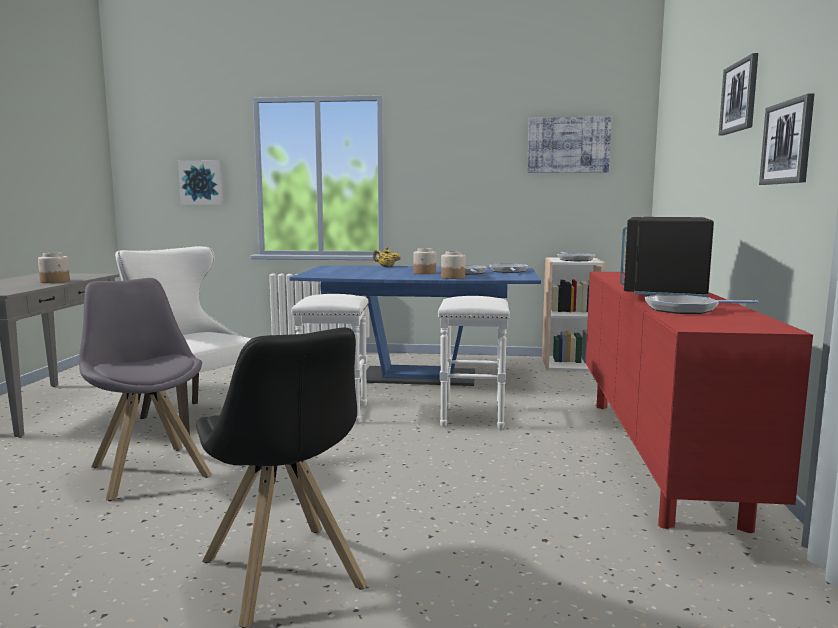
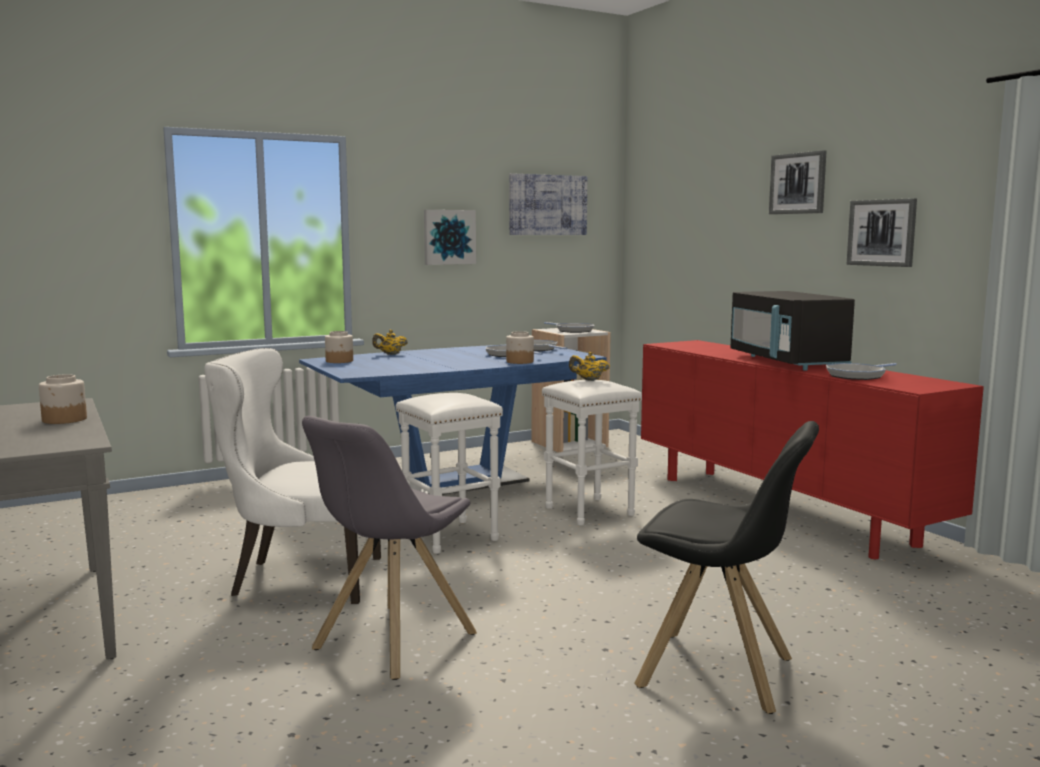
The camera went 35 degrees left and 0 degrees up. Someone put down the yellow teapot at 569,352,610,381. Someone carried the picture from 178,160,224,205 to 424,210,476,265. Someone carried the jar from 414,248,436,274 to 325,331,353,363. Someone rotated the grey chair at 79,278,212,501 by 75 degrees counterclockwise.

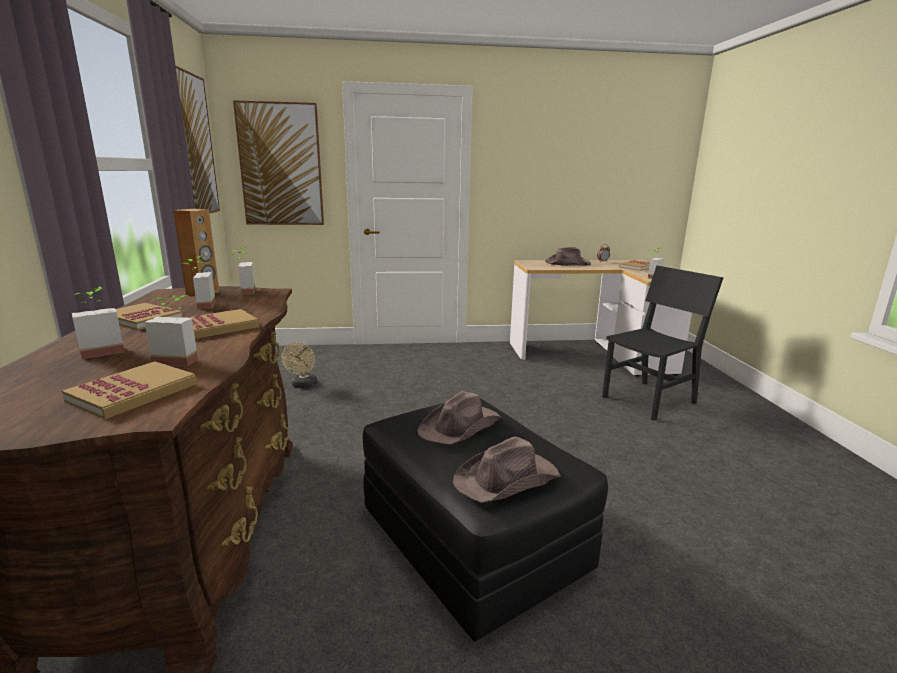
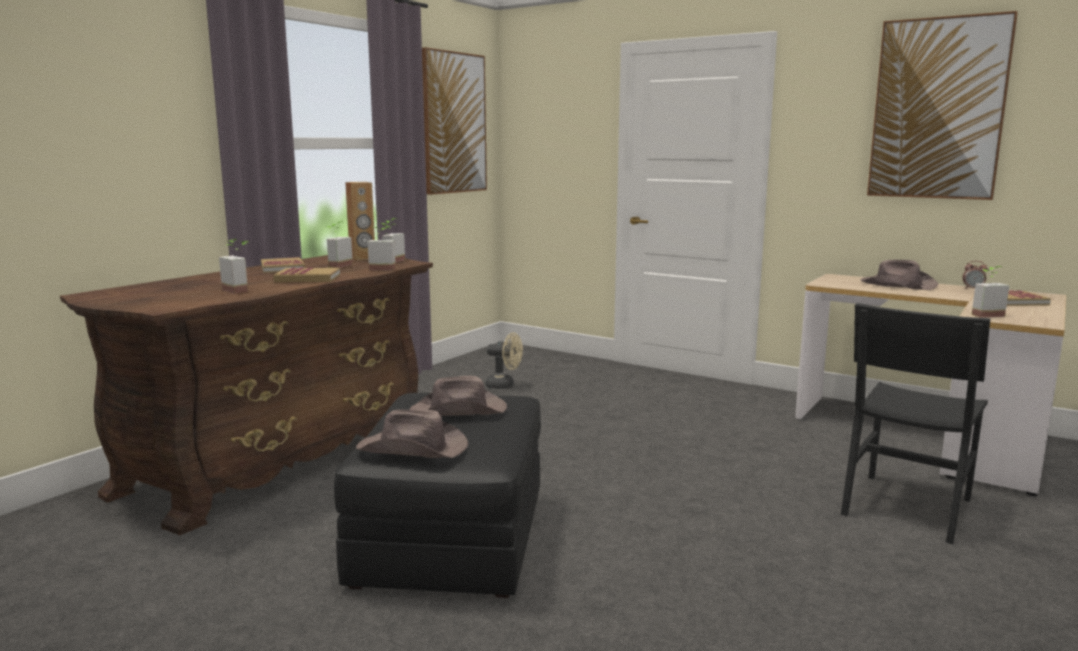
The camera went 40 degrees right and 5 degrees down. Someone took away the book at 62,361,197,419. Someone carried the potted plant from 72,287,124,359 to 368,224,396,270. Someone carried the picture from 233,100,324,225 to 867,11,1018,200. Someone rotated the beige fan at 281,342,317,388 by 120 degrees counterclockwise. Someone rotated the black chair at 602,265,724,421 by 120 degrees clockwise.

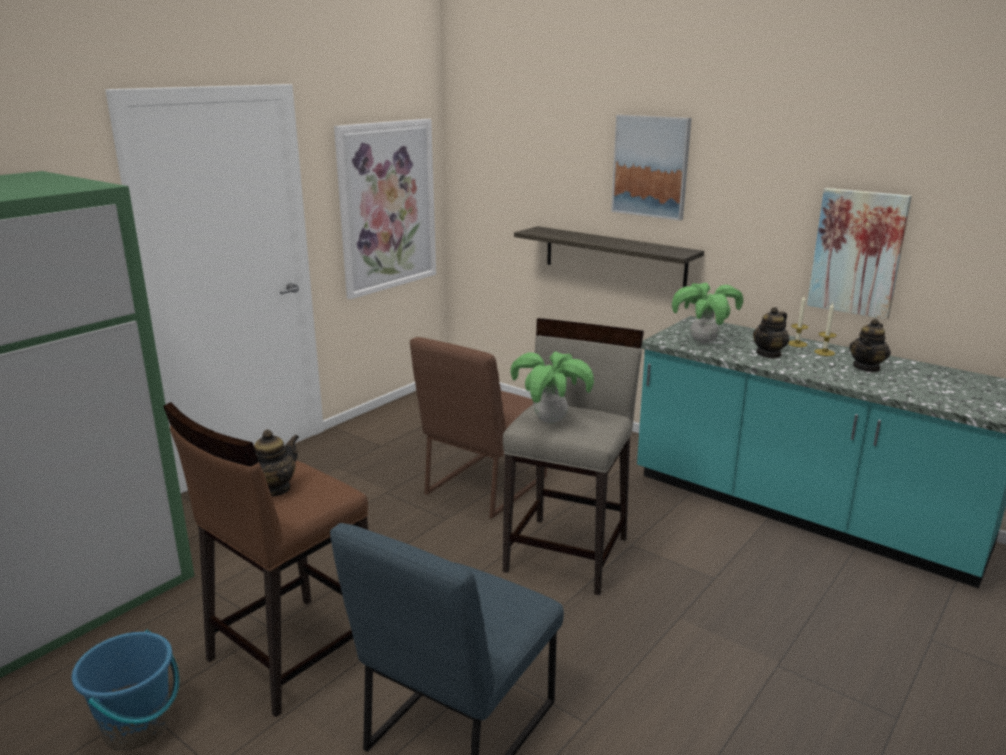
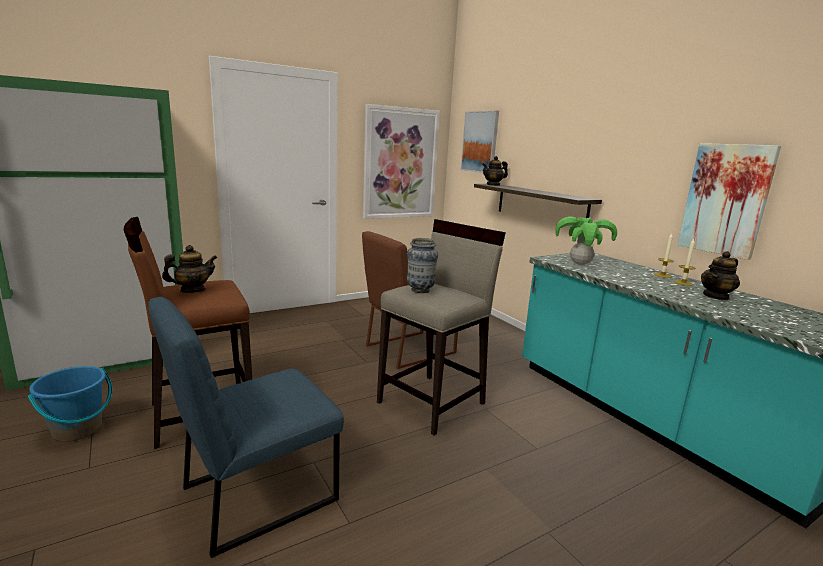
The camera went 20 degrees right and 5 degrees down. Someone carried the picture from 611,115,692,221 to 461,110,499,173. Someone carried the teapot from 753,307,789,359 to 482,156,508,186. Someone swapped the potted plant at 510,351,594,423 for the vase at 407,238,438,293.

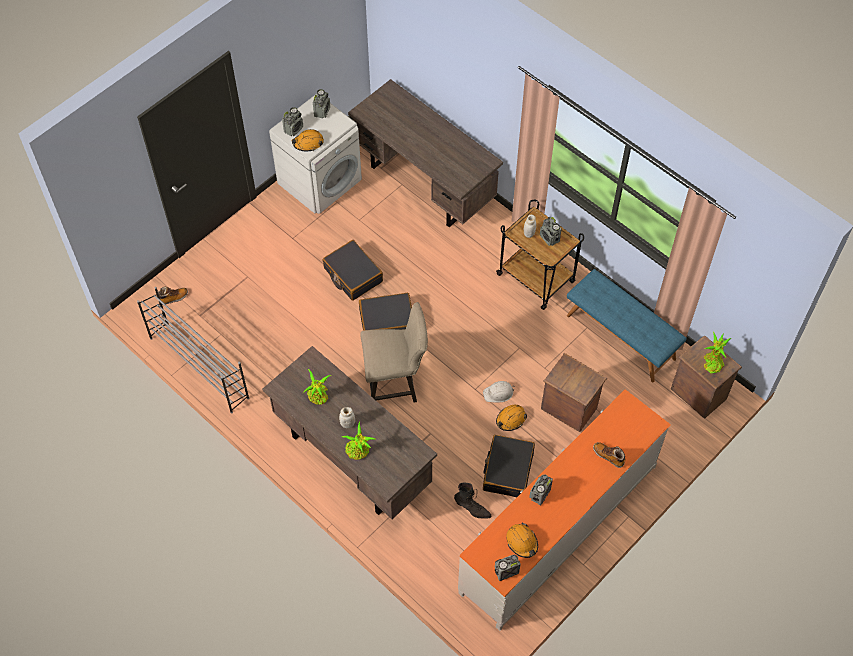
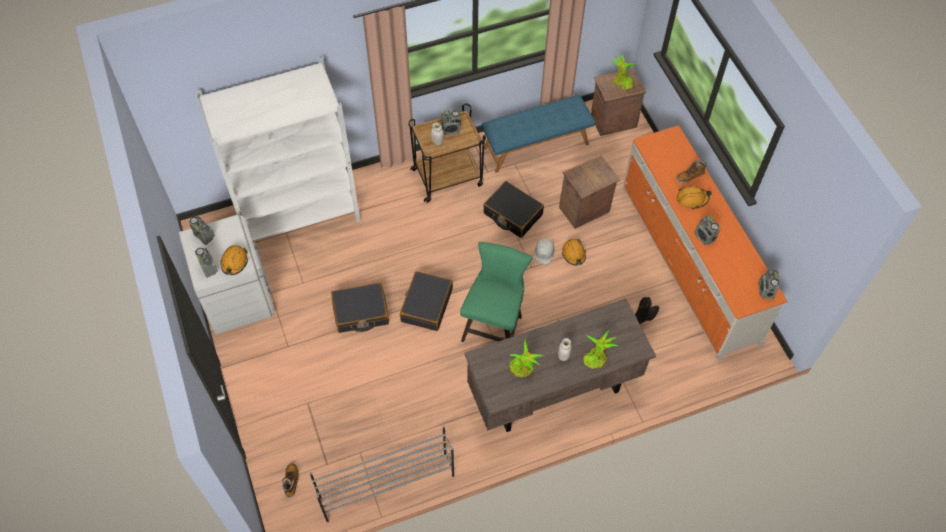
The camera went 65 degrees left and 0 degrees up. Someone carried the black suitcase from 483,435,535,497 to 483,181,544,238. Someone carried the orange hard hat from 506,523,538,558 to 677,186,712,209. Someone swapped the brown desk at 348,79,503,227 for the white bookcase at 196,57,360,242. Someone repainted the beige stool at 360,302,428,402, which became the green stool at 460,242,533,342.

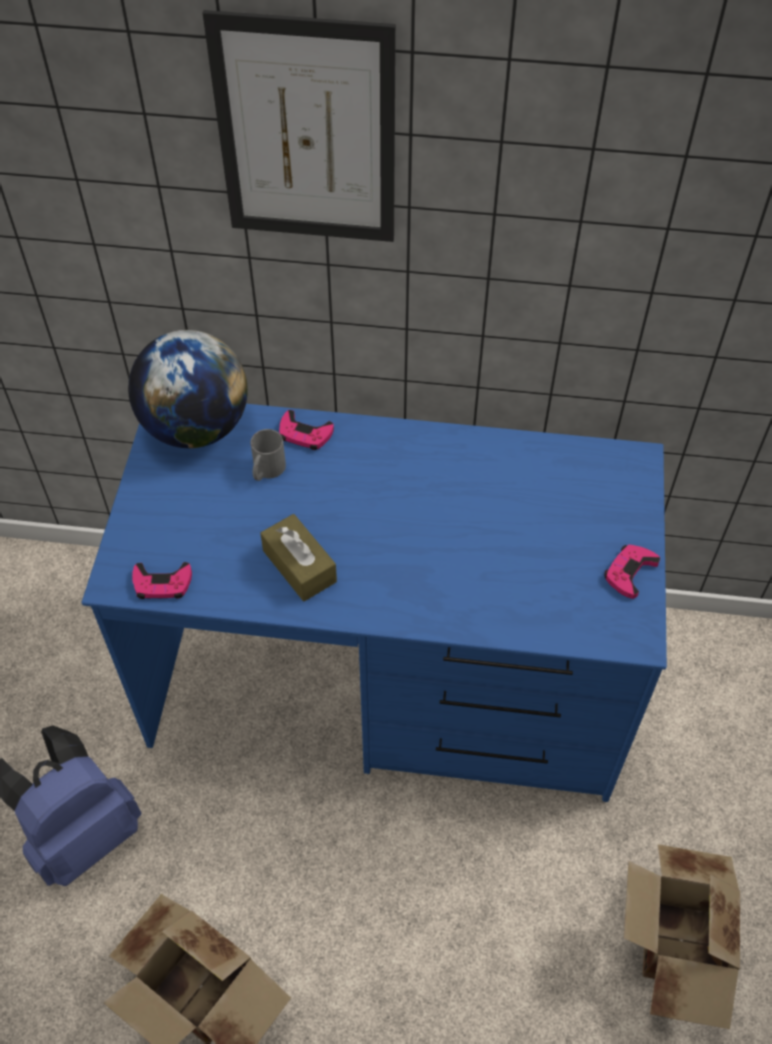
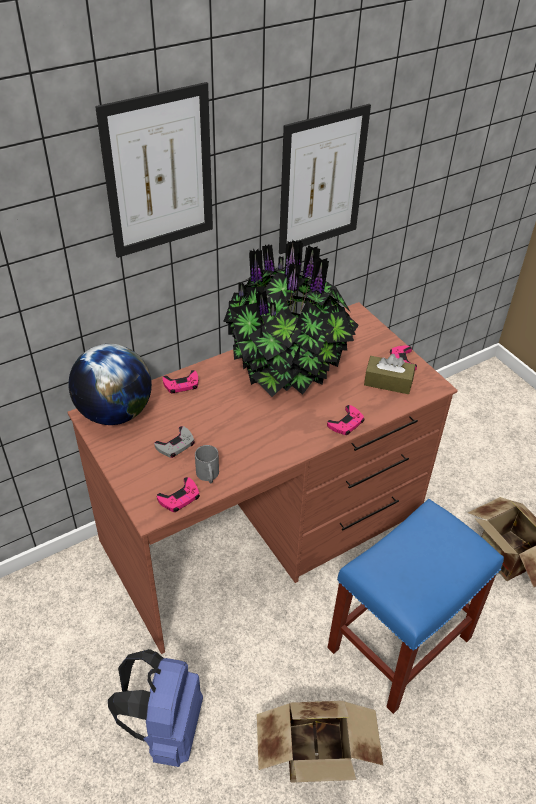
The camera went 40 degrees left and 10 degrees down. Someone put down the grey game controller at 154,426,195,458. Someone put down the potted plant at 223,240,359,397. Someone put up the picture at 279,104,371,254. Someone put down the pink game controller at 327,405,364,435. Someone put down the blue stool at 327,499,504,714. Someone carried the grey mug from 251,429,286,481 to 195,445,219,483. Someone carried the brown tissue box from 260,514,337,602 to 364,354,415,394. Someone repainted the blue desk at 81,404,667,802, which became the brown desk at 67,302,458,654.

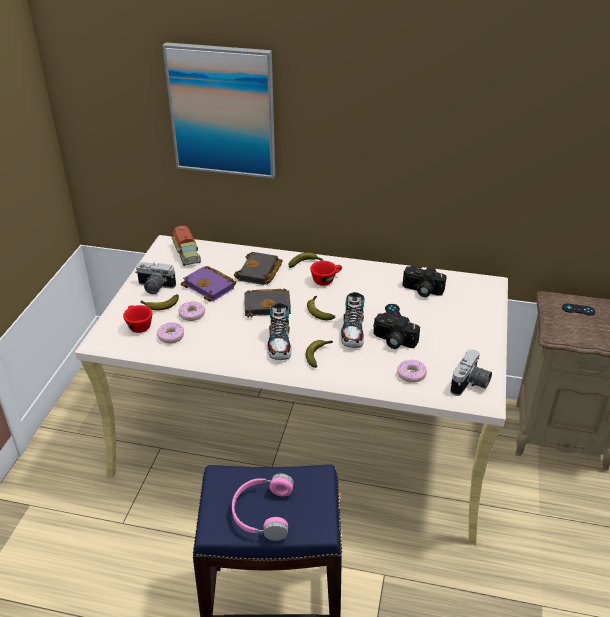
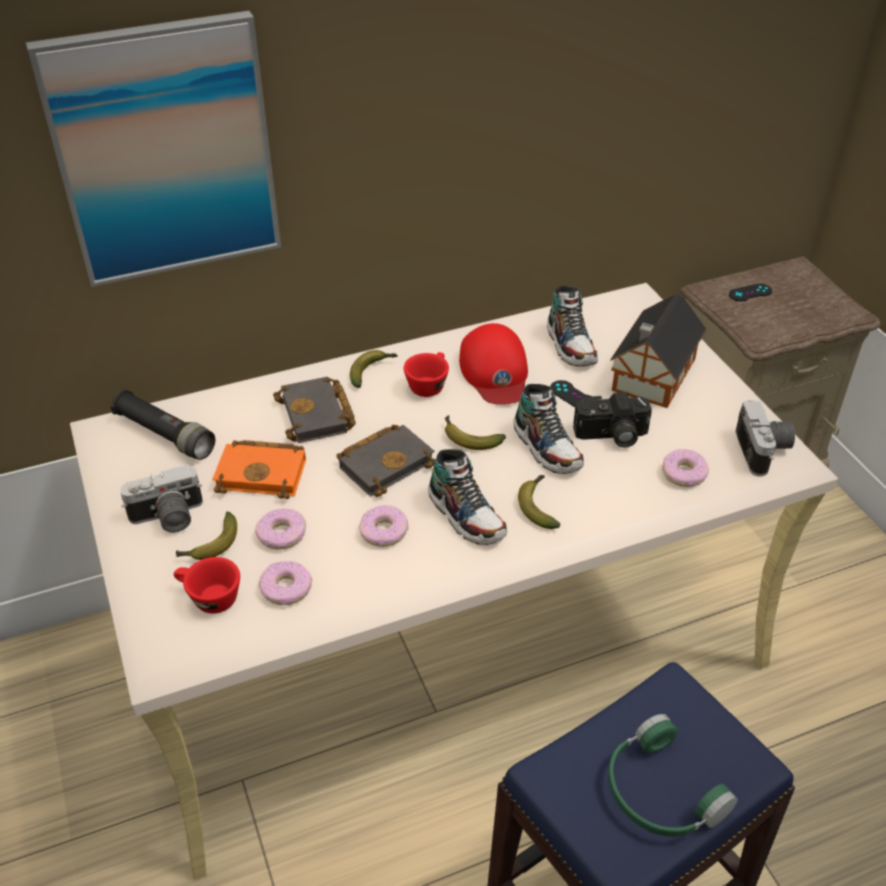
The camera went 35 degrees left and 5 degrees up. Someone put down the donut at 359,505,409,547. Someone put down the red cap at 459,323,528,405. Someone put down the toy house at 610,293,707,408. Someone swapped the toy truck at 172,226,201,266 for the black flashlight at 111,390,215,460. Someone swapped the photo camera at 403,265,447,297 for the shoe at 547,286,598,366. Someone repainted the purple book at 181,266,236,301, which became the orange book at 212,440,306,499. Someone repainted the pink headphones at 232,473,294,541, which became the green headphones at 608,714,738,837.

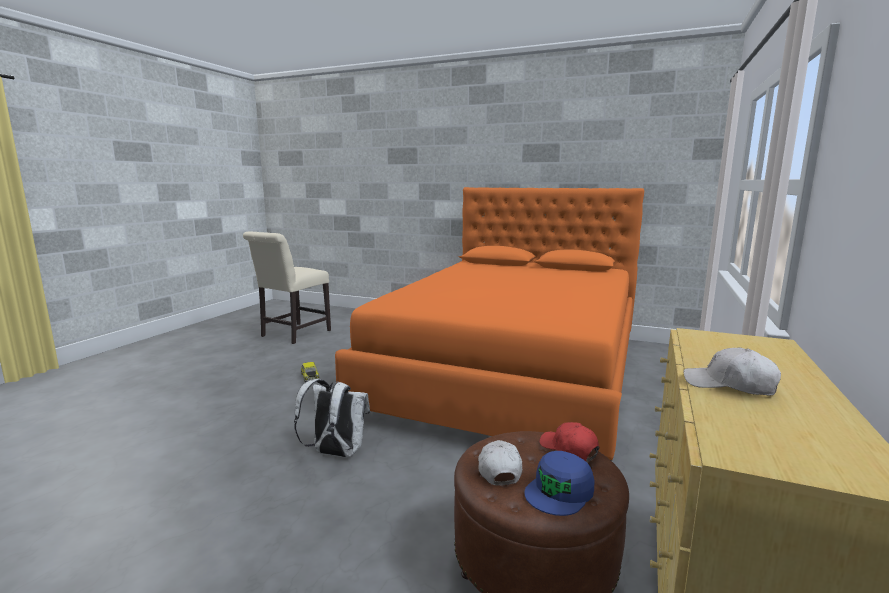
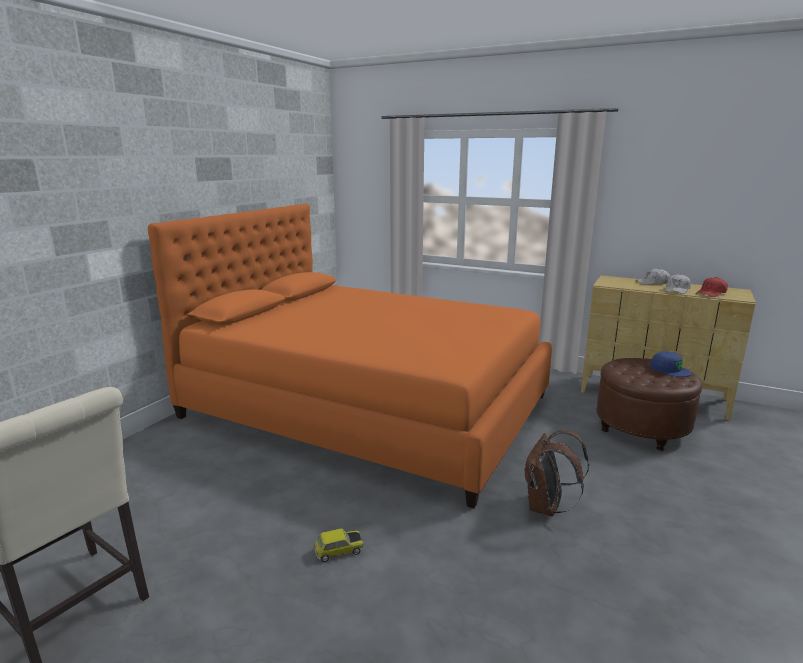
The camera went 85 degrees left and 5 degrees up. Someone carried the white cap from 478,440,522,486 to 636,268,670,285. Someone carried the red cap from 539,422,599,462 to 696,277,728,297. Someone repainted the white backpack at 294,379,370,458, which became the brown backpack at 524,430,589,516.

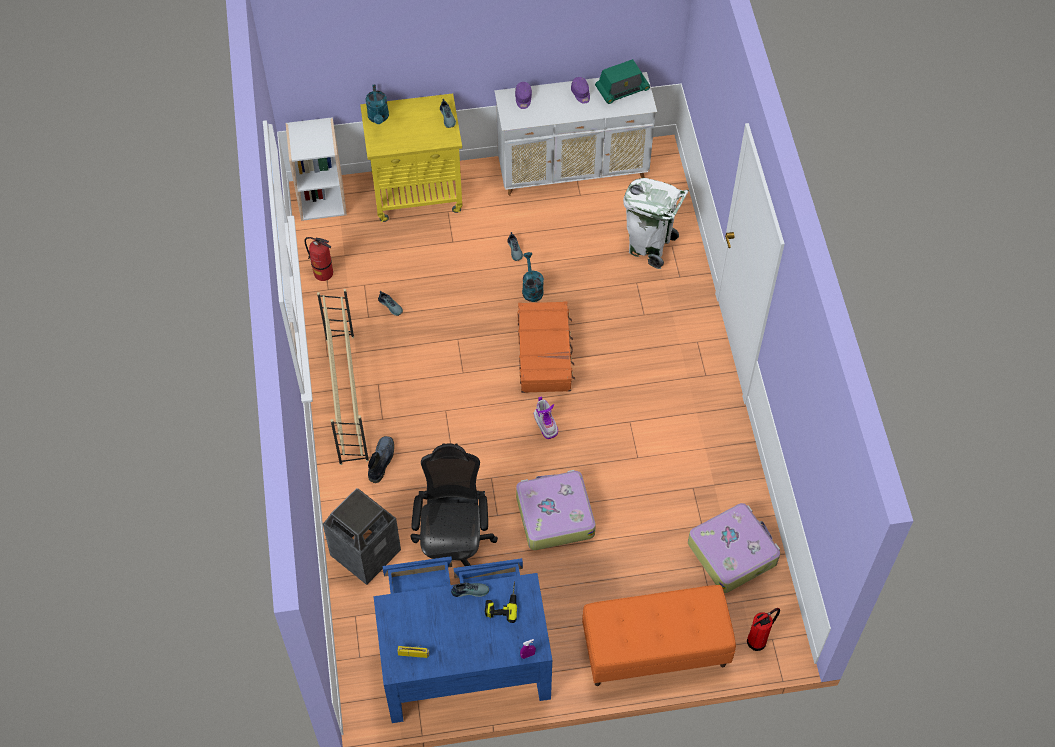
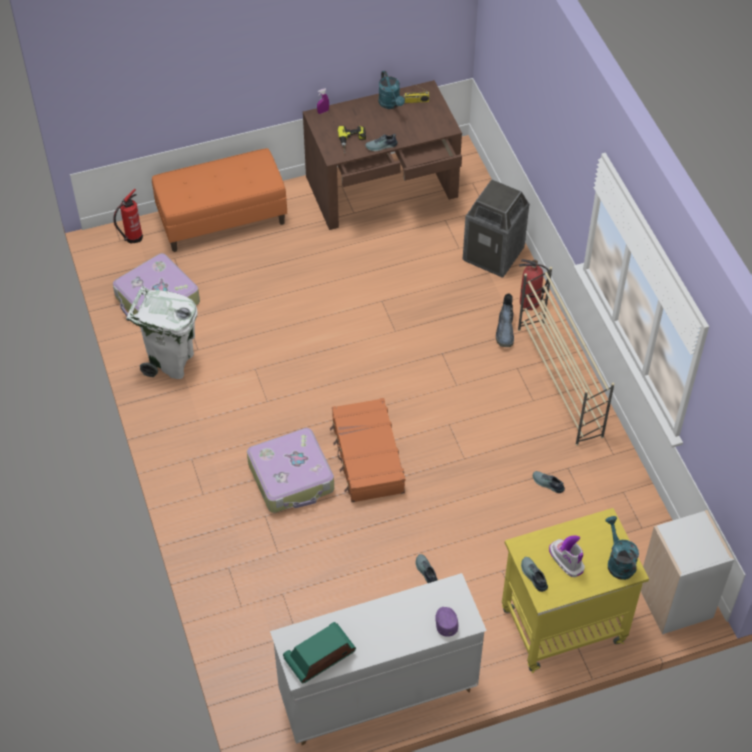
The camera went 170 degrees right and 5 degrees down. Someone took away the office chair at 411,443,498,566. Someone took away the purple cap at 571,77,590,104. Someone carried the fire extinguisher from 304,237,333,281 to 519,259,549,310. Someone carried the suitcase from 516,470,596,550 to 247,428,334,513. Someone carried the turquoise watering can from 522,252,544,302 to 379,71,405,109. Someone carried the boot from 534,396,558,439 to 549,535,585,577. Someone carried the white trash can from 623,178,689,269 to 126,286,198,379. Someone repainted the blue desk at 373,556,553,723, which became the brown desk at 303,80,462,230.

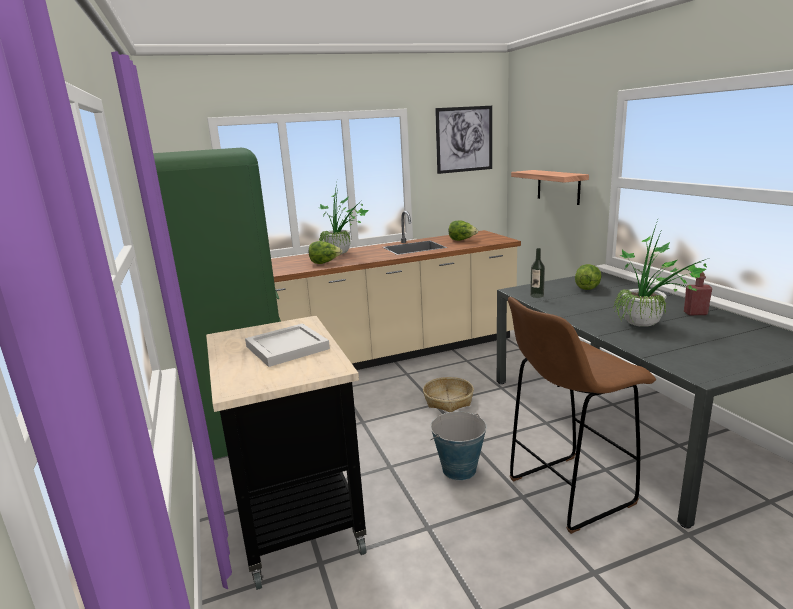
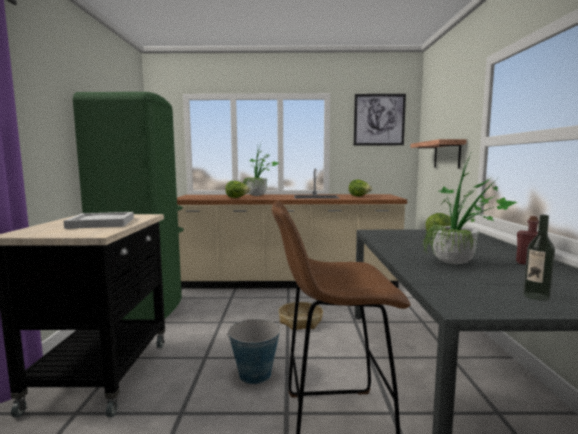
The camera went 20 degrees right and 10 degrees down. Someone carried the bottle from 530,248,545,298 to 523,215,555,301.

